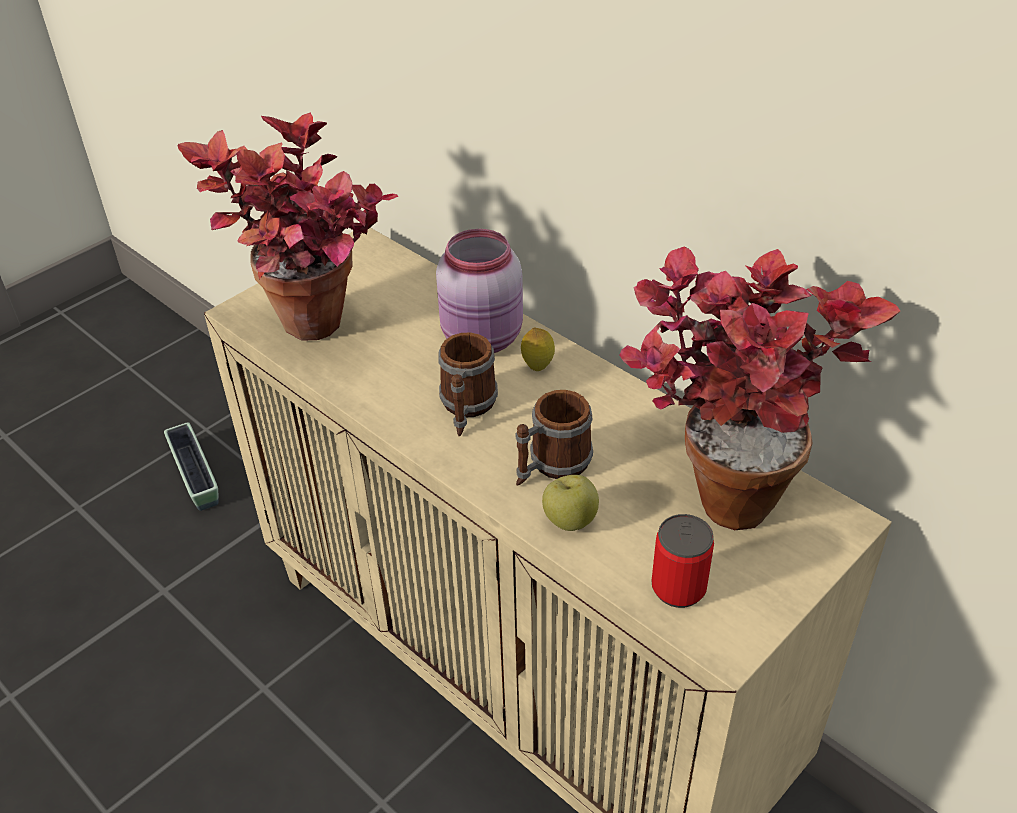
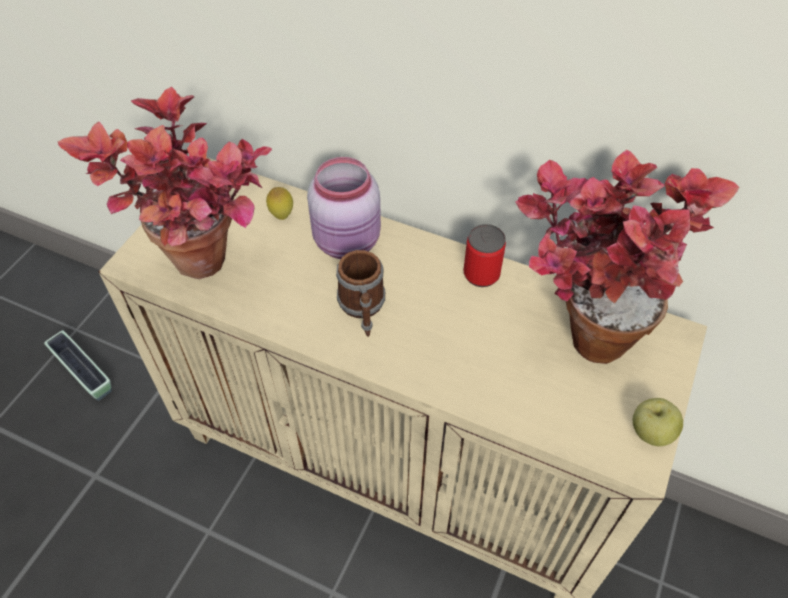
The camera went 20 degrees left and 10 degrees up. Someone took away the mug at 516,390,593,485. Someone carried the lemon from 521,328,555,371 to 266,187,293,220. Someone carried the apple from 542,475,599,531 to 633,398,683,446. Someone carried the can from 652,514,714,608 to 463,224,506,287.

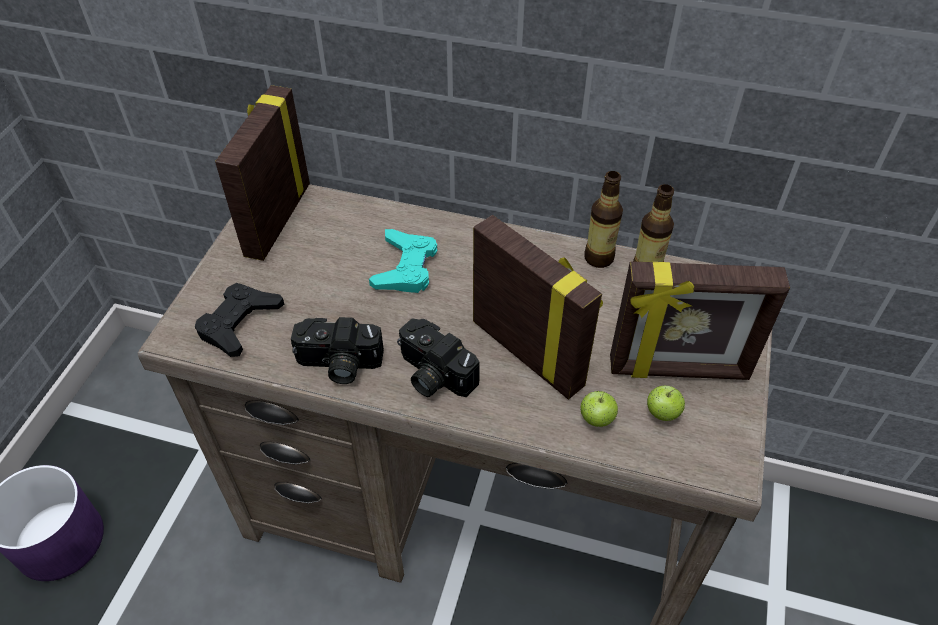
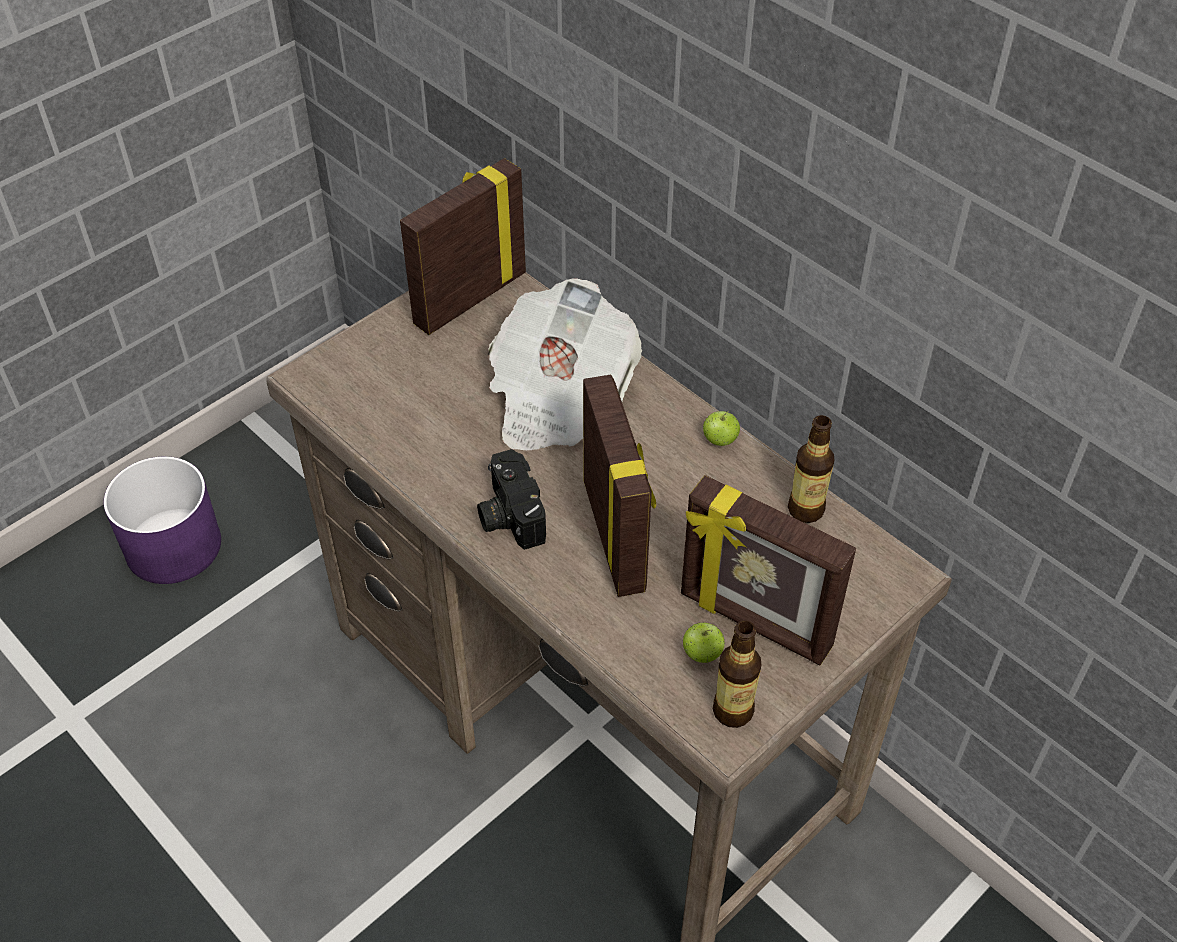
The camera went 30 degrees right and 0 degrees up. Someone took away the black game controller at 195,283,285,357. Someone took away the photo camera at 291,317,384,384. Someone carried the apple from 580,391,618,427 to 703,411,740,446. Someone carried the bottle from 584,171,623,268 to 713,620,761,728. Someone swapped the turquoise game controller at 369,229,437,293 for the newspaper at 488,278,642,451.

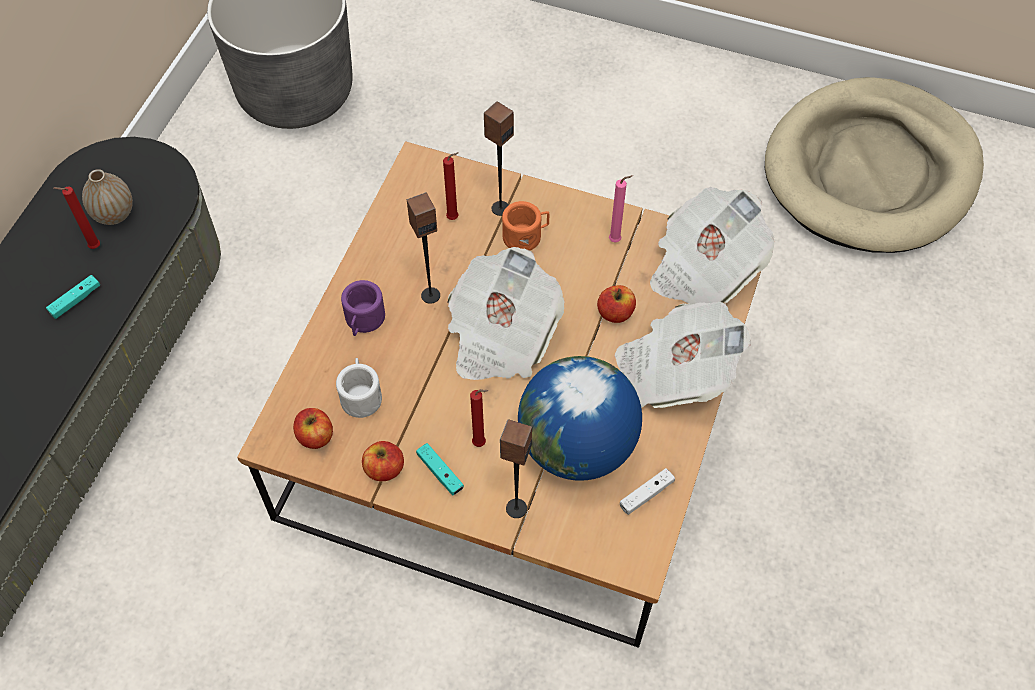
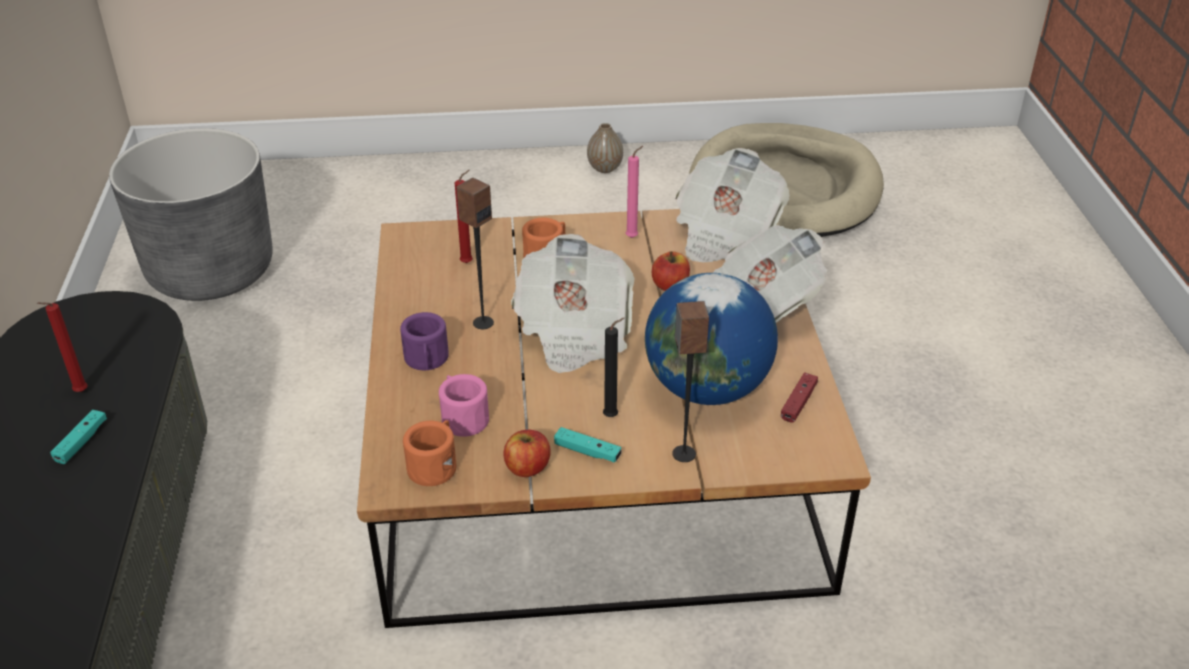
The camera went 25 degrees left and 20 degrees down. Someone took away the speaker at 484,101,514,216. Someone carried the vase from 82,169,133,225 to 587,123,623,173. Someone swapped the apple at 293,408,333,449 for the orange mug at 403,420,456,486. Someone repainted the white mug at 336,358,382,418, which became the pink mug at 439,374,489,437. Someone repainted the red candle at 470,389,488,447, which became the black candle at 603,318,625,417. Someone repainted the white game controller at 620,468,675,515, which became the red game controller at 781,372,818,423.

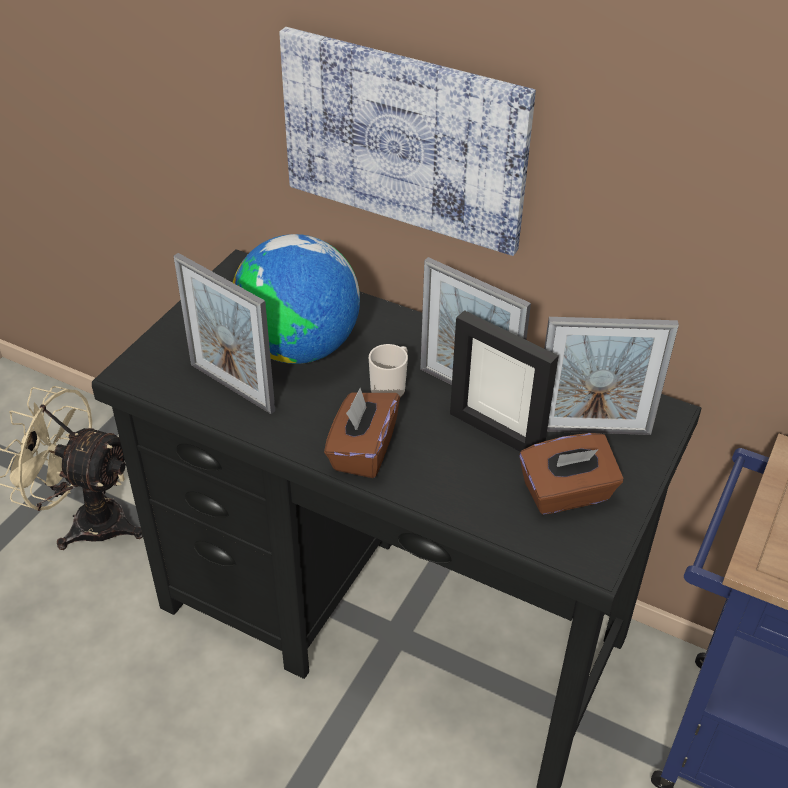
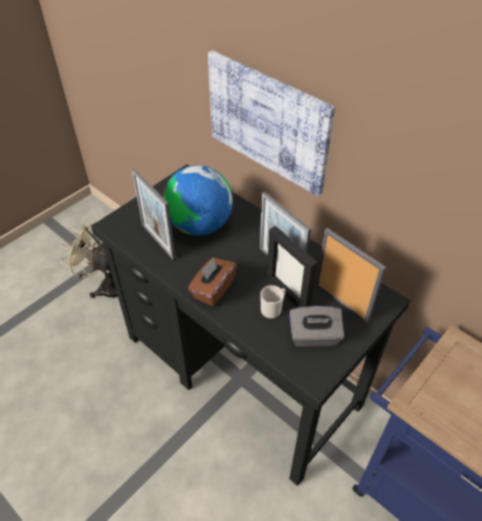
The camera went 15 degrees right and 5 degrees up. Someone carried the mug from 369,344,408,398 to 260,285,286,319. Someone repainted the brown tissue box at 519,433,623,515, which became the grey tissue box at 289,306,344,347. Someone rotated the picture frame at 544,317,679,435 by 150 degrees counterclockwise.

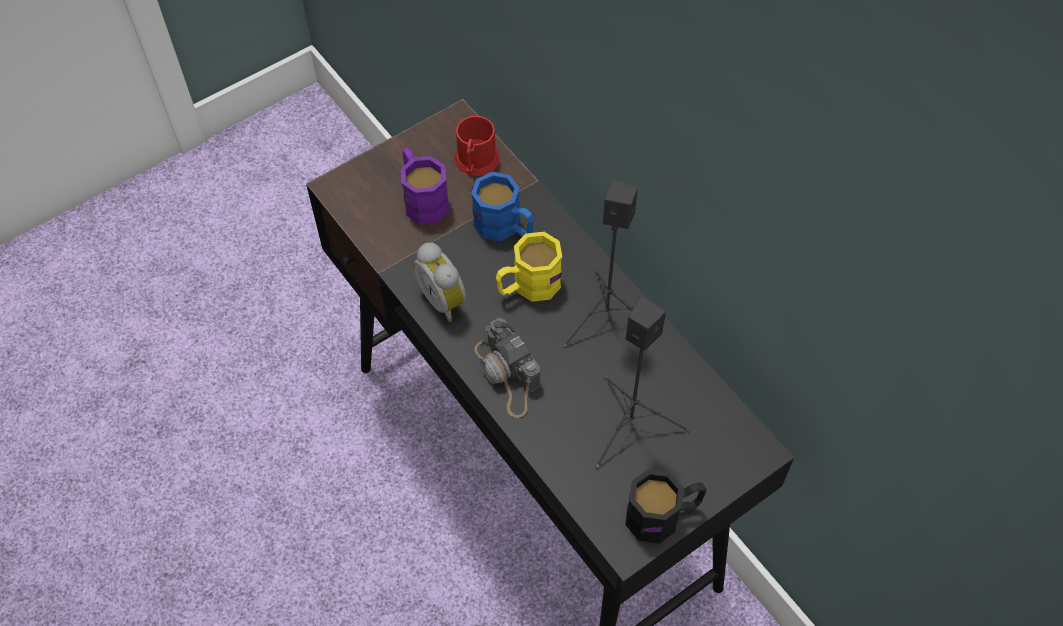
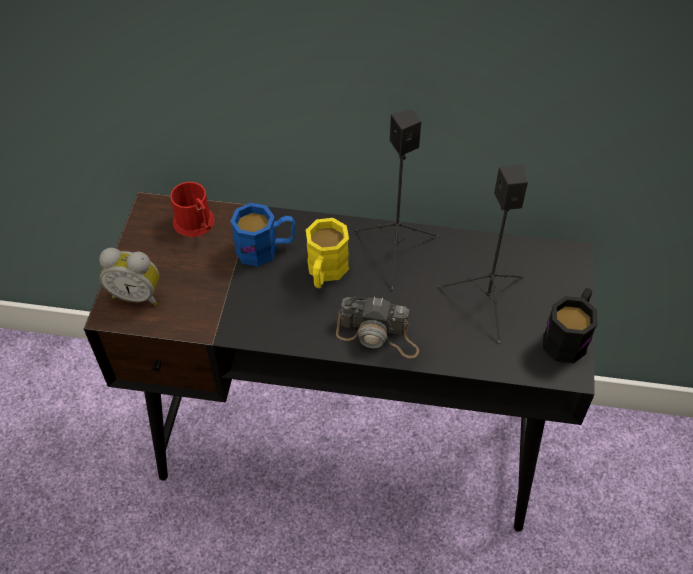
The camera went 45 degrees left and 5 degrees down. Someone took away the purple mug at 401,148,449,225. Someone carried the alarm clock from 413,243,466,322 to 99,248,159,305.

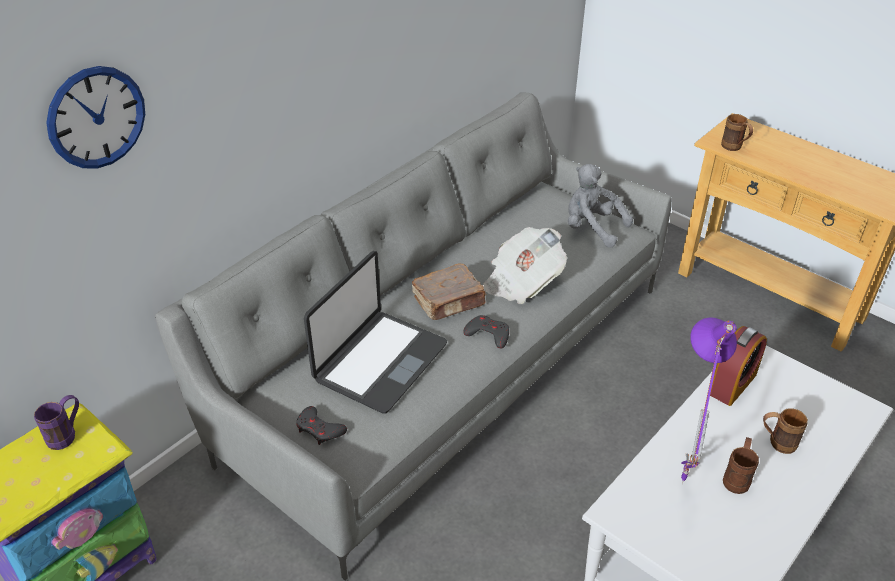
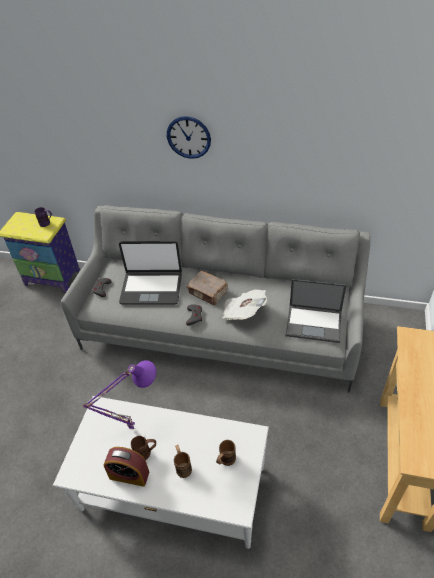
The camera went 65 degrees right and 5 degrees up. Someone carried the wall clock from 46,66,145,169 to 167,116,211,159. Someone carried the alarm clock from 710,326,767,406 to 104,447,149,487. Someone carried the brown mug from 721,114,753,151 to 216,440,236,466. Someone swapped the grey plush toy at 568,164,633,247 for the laptop at 285,279,346,343.

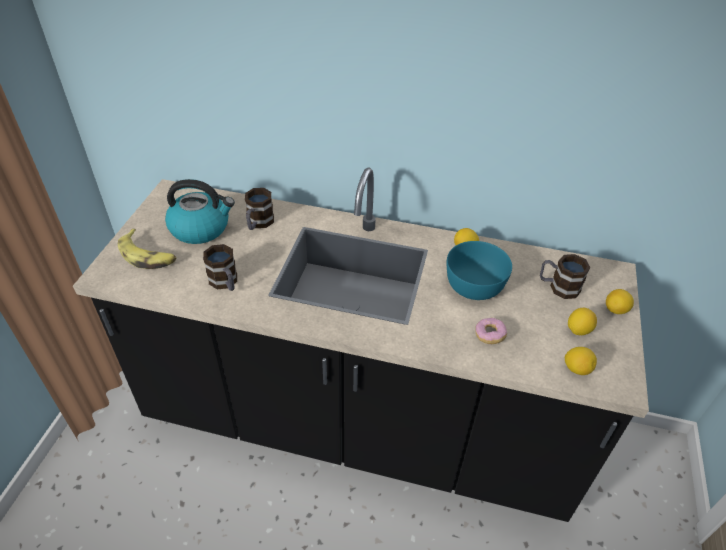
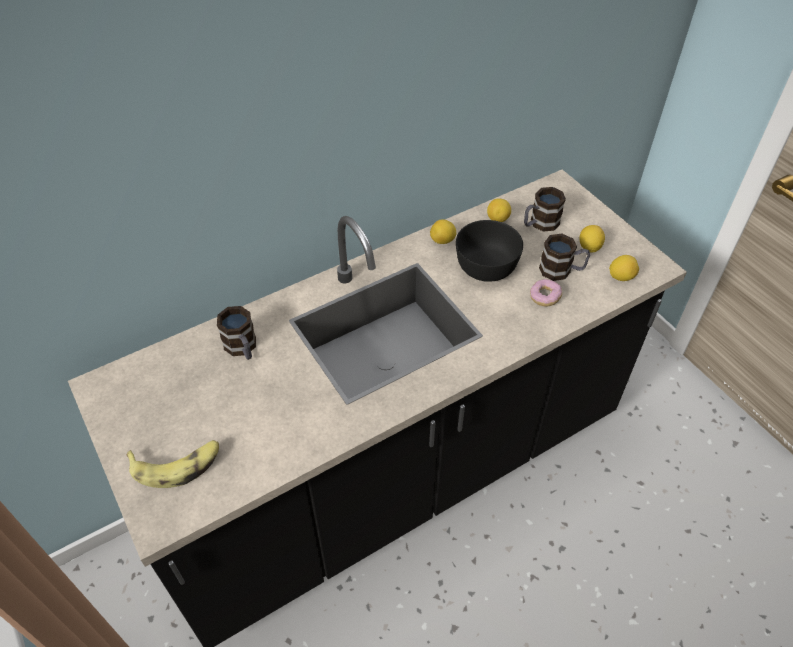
The camera went 45 degrees left and 5 degrees up. Someone took away the kettle at 165,179,235,244. Someone carried the mug from 203,244,237,291 to 539,234,590,281. Someone carried the lemon from 606,289,634,314 to 487,198,511,222. Someone repainted the turquoise bowl at 447,241,512,300, which became the black bowl at 456,220,523,282.

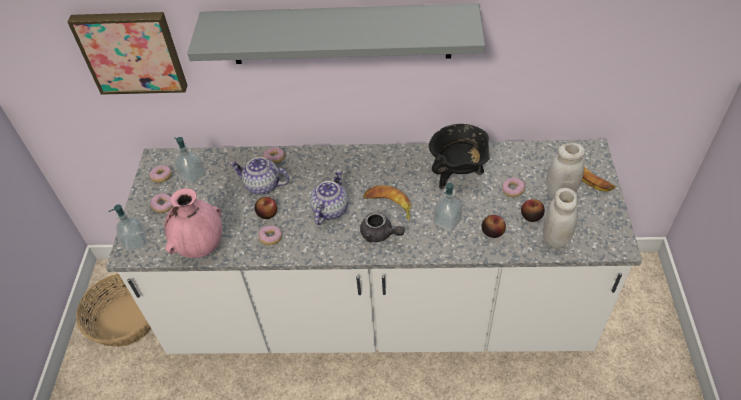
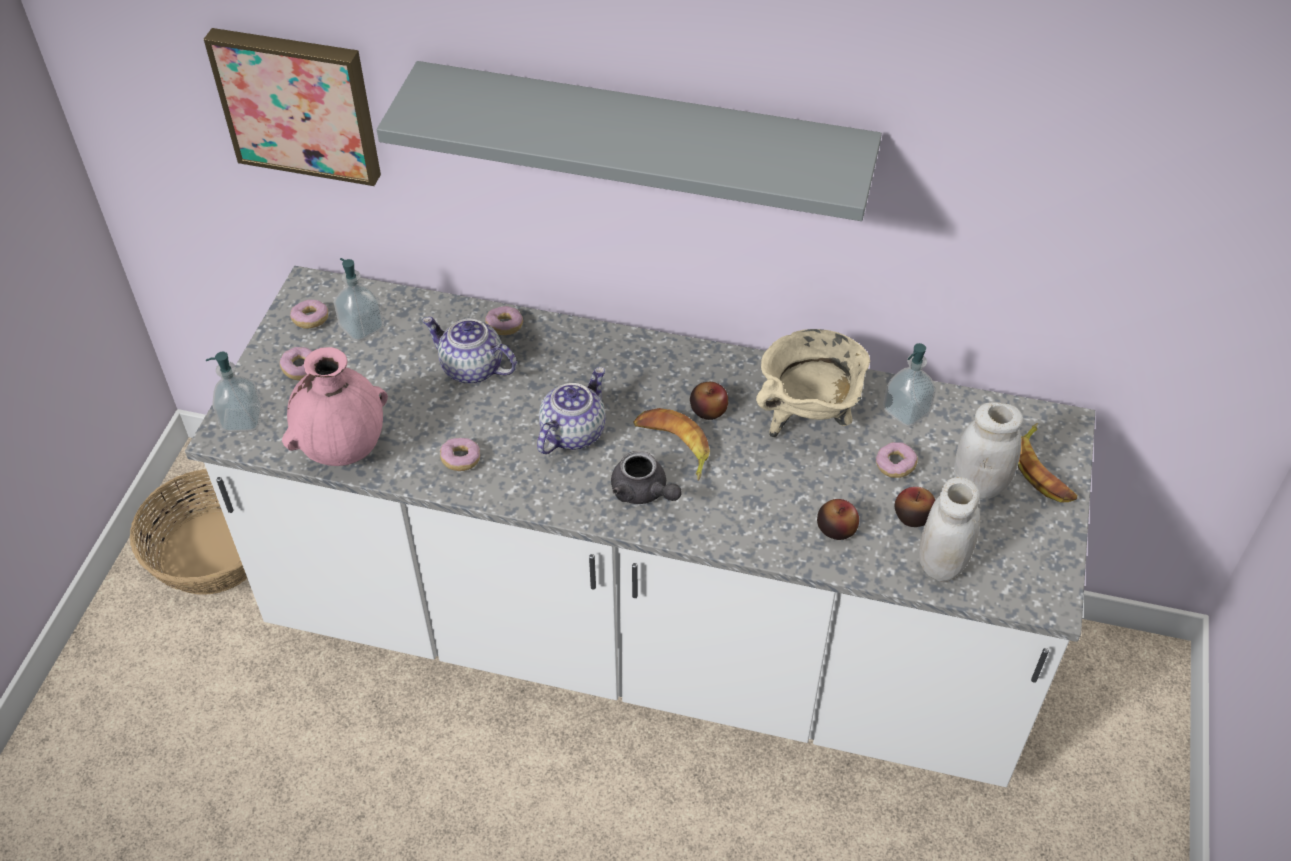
The camera went 10 degrees right and 0 degrees up. Someone carried the apple from 255,197,277,219 to 690,382,728,420. Someone carried the soap dispenser from 433,183,463,231 to 883,343,936,427. Someone repainted the black cooking pot at 429,124,490,189, which became the beige cooking pot at 756,329,870,437.

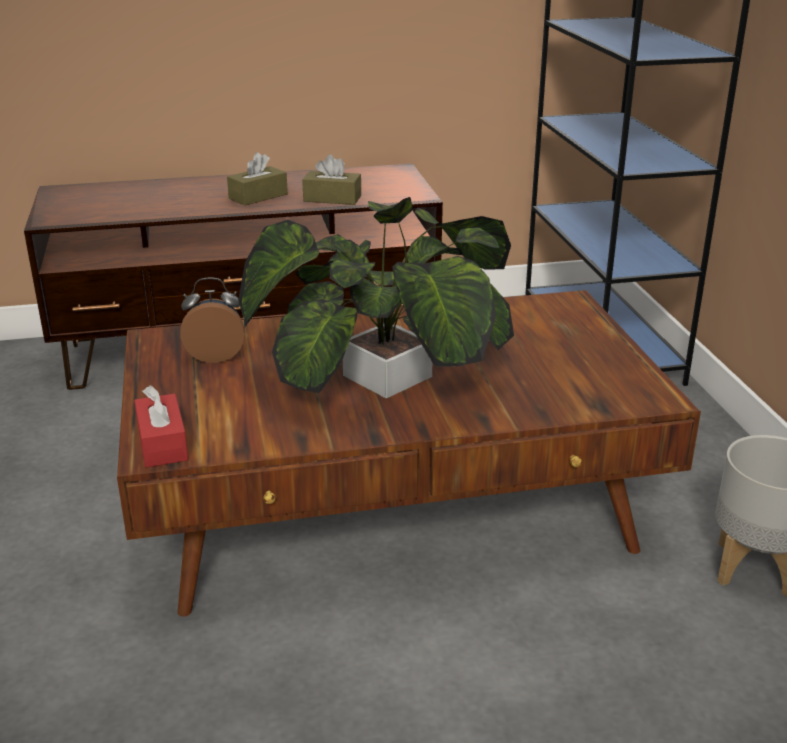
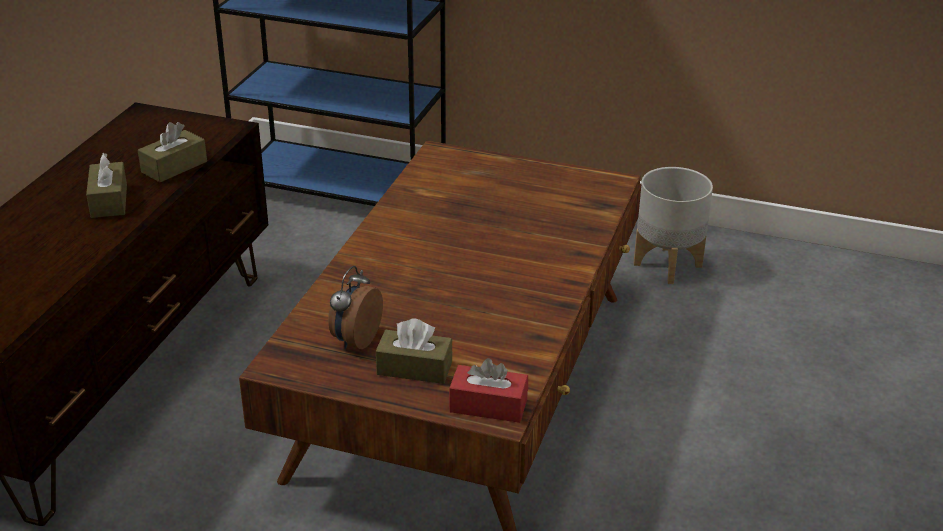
The camera went 60 degrees left and 5 degrees up. Someone took away the potted plant at 238,197,514,398. Someone put down the brown tissue box at 376,319,452,384.

